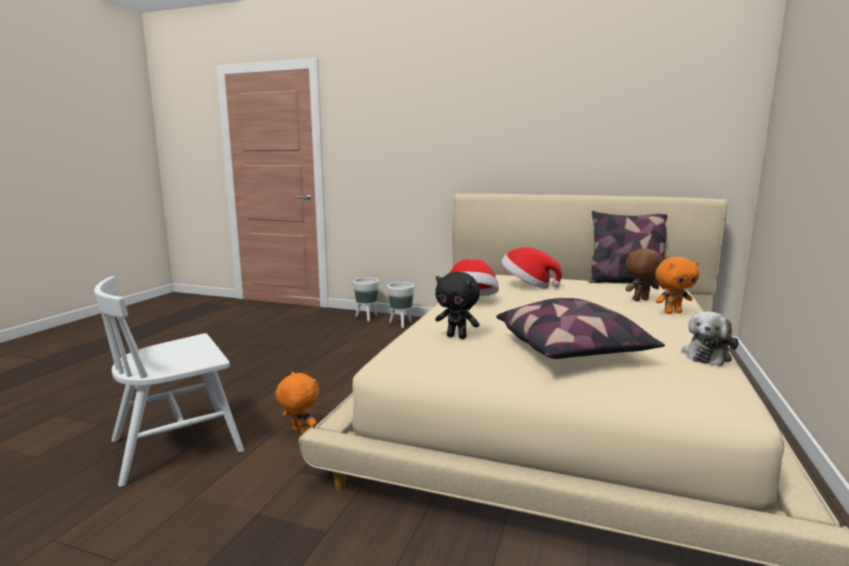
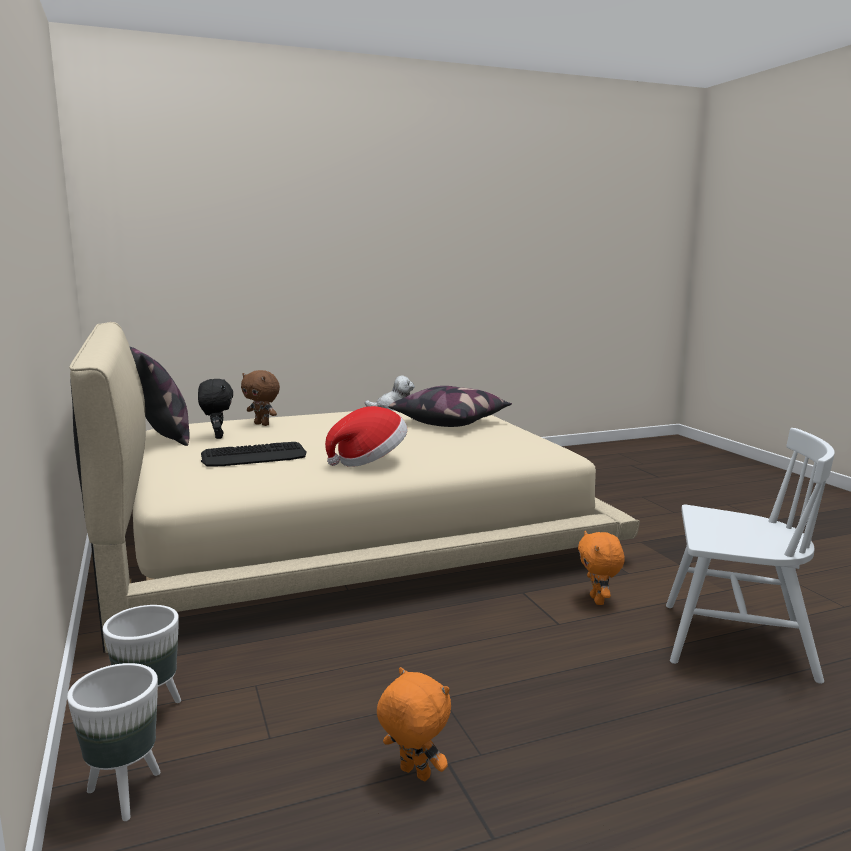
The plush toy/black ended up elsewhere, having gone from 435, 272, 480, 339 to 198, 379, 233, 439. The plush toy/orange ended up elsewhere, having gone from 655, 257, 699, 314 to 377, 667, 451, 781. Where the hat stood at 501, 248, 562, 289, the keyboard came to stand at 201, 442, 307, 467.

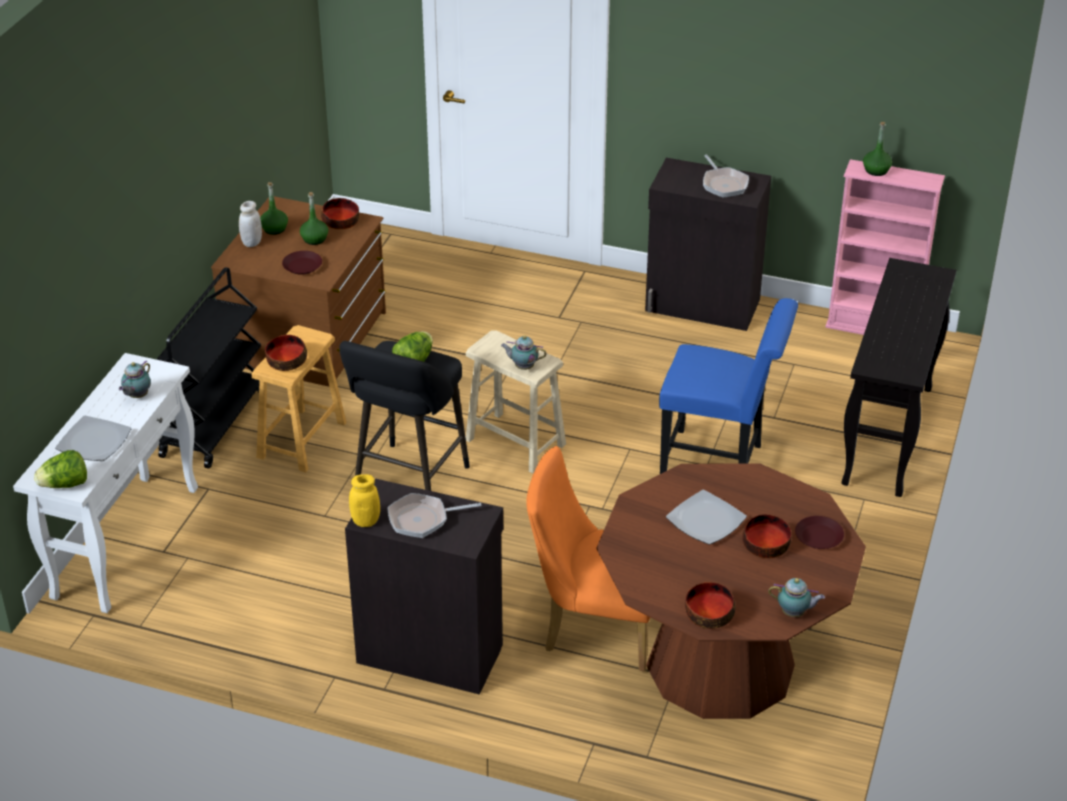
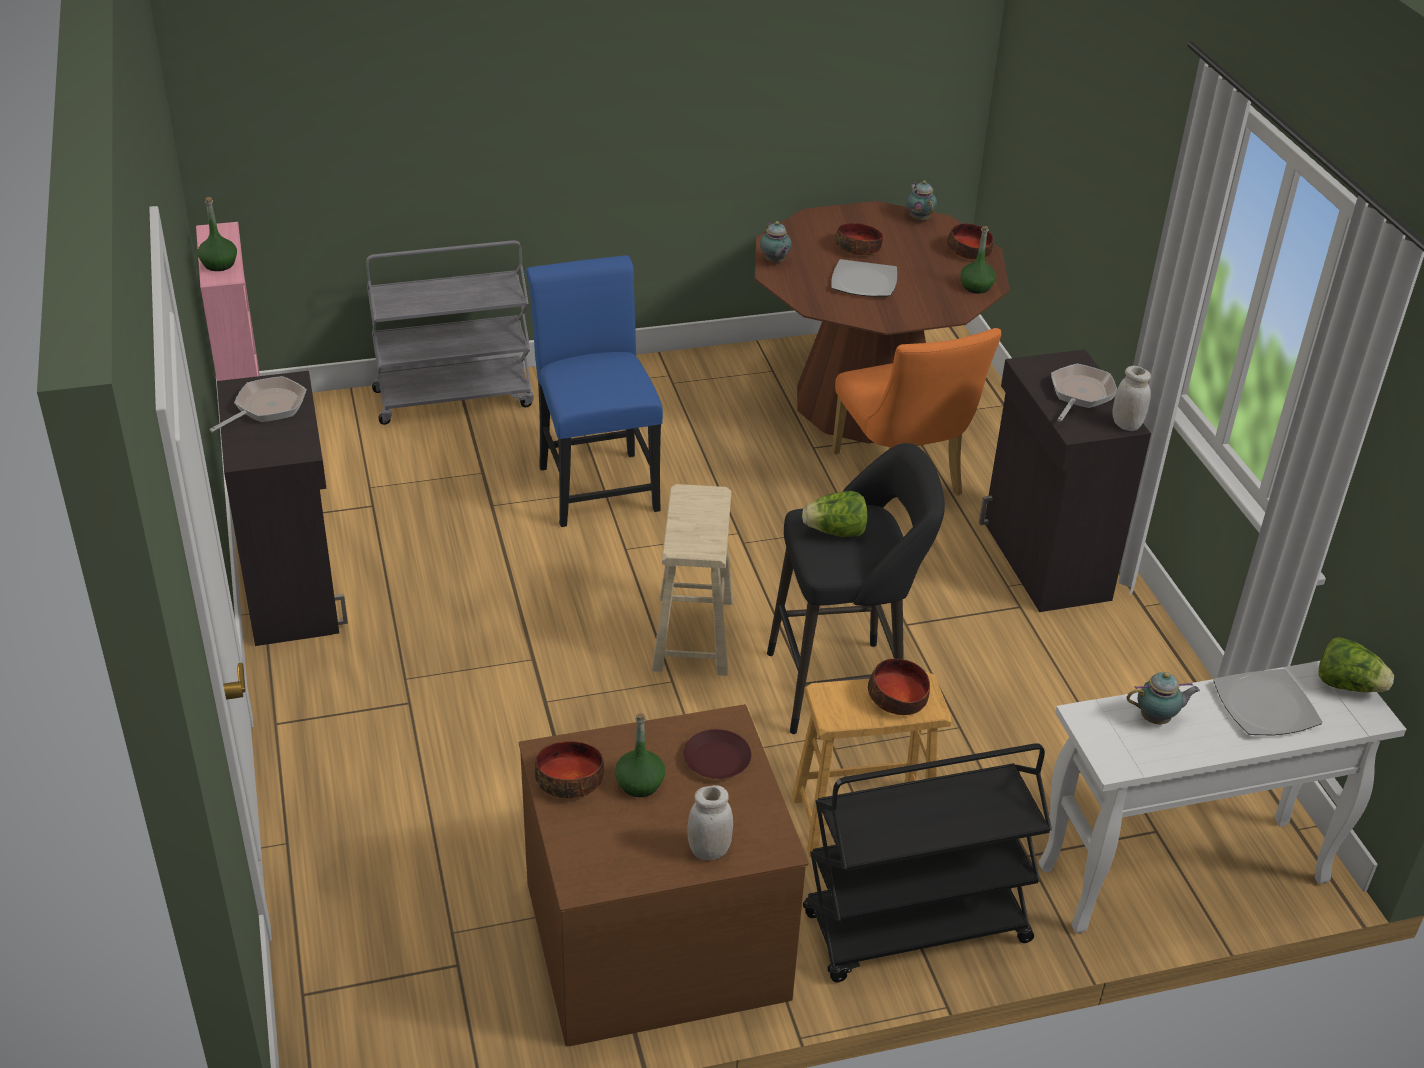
The second view lost the plate/brown at 795, 516, 844, 549. The bottle/green ended up elsewhere, having gone from 260, 182, 288, 235 to 960, 226, 996, 294. The teapot ended up elsewhere, having gone from 501, 335, 546, 370 to 760, 221, 792, 263. Where the console table/black stood at 841, 258, 956, 497, the cart/grey came to stand at 366, 240, 534, 425. What was the jar/yellow at 349, 474, 380, 527 turned into the jar/white at 1112, 366, 1151, 431. The frying pan at 387, 493, 482, 538 ended up facing another way, 105 degrees counterclockwise from before.

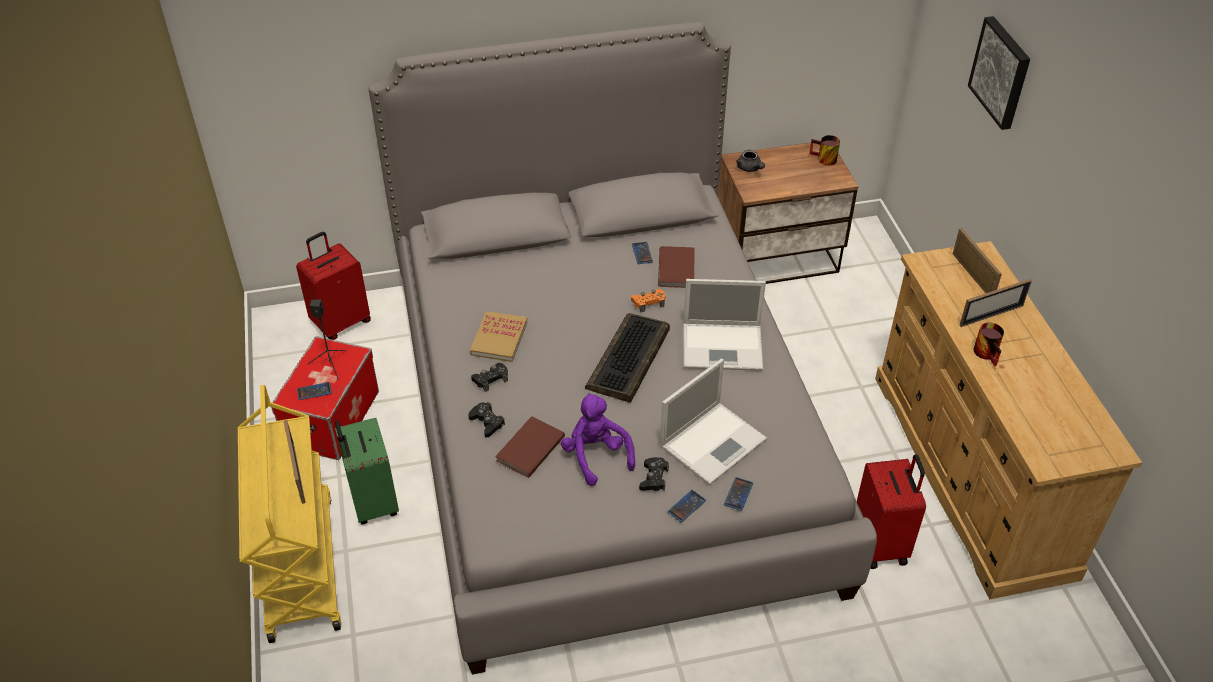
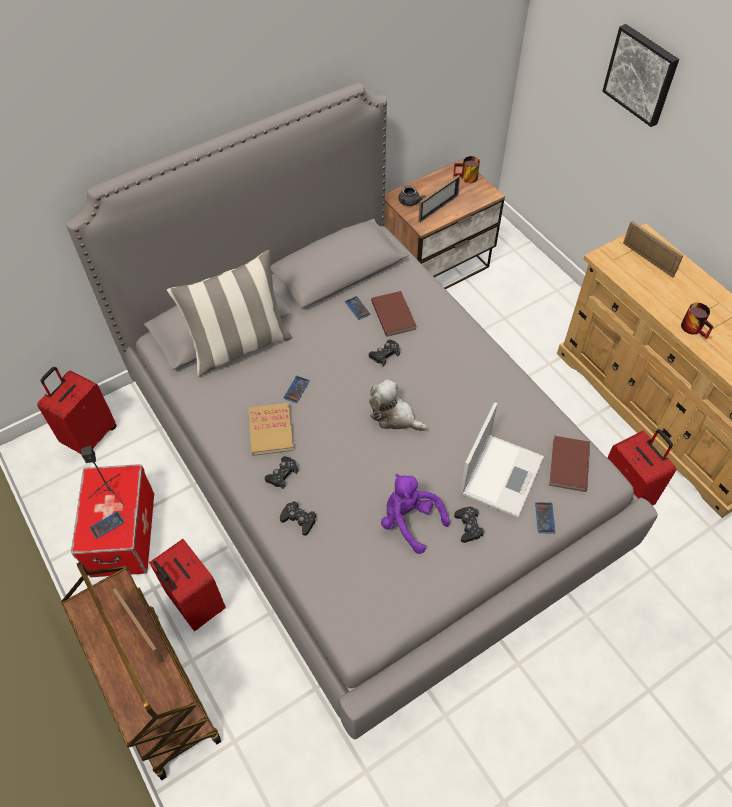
The second view lost the laptop at 683, 279, 766, 371. The second view gained the pillow at 167, 250, 292, 377. The book/brown ended up elsewhere, having gone from 495, 416, 565, 478 to 549, 436, 590, 492. The phone ended up elsewhere, having gone from 667, 490, 706, 522 to 283, 376, 310, 403. The picture frame ended up elsewhere, having gone from 960, 279, 1032, 327 to 418, 175, 460, 223. Where the keyboard stood at 585, 313, 670, 403, the plush toy came to stand at 369, 379, 427, 431. What was the cart/yellow at 238, 385, 341, 643 turned into the cart/brown at 61, 562, 221, 780. What was the suitcase/green at 335, 418, 399, 524 turned into the suitcase/red at 149, 539, 226, 631. What was the game controller/orange at 631, 289, 665, 312 turned into the game controller/black at 369, 340, 400, 366.

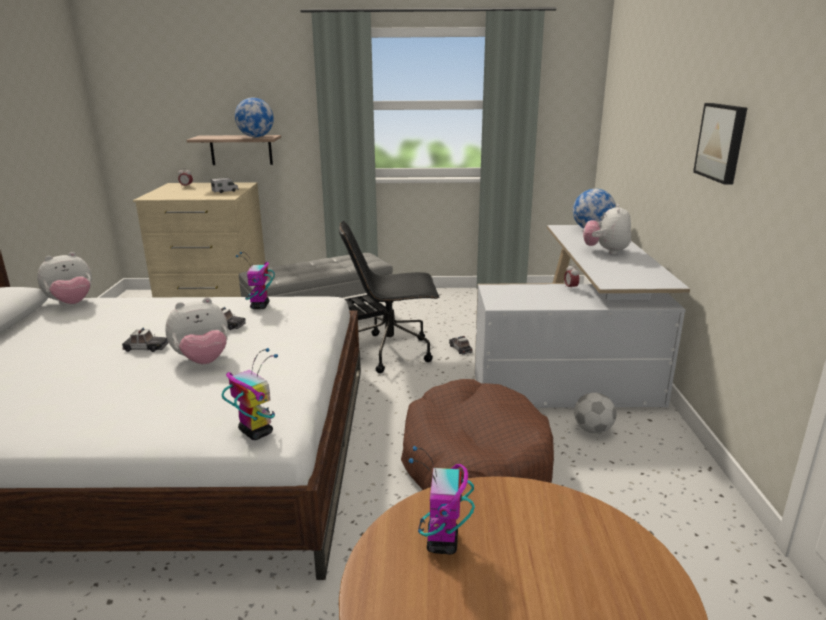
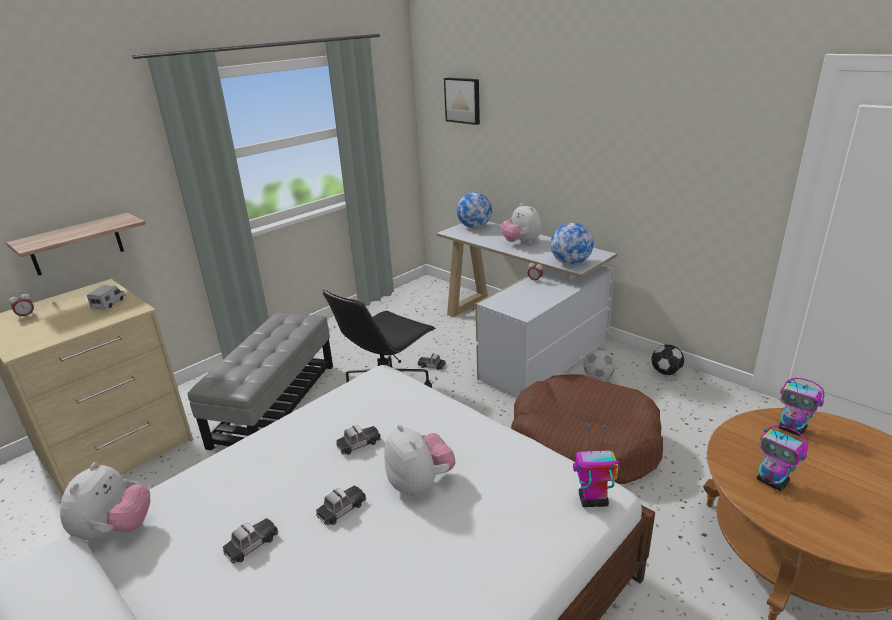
The second view gained the toy car at 223, 518, 278, 563. The second view gained the football at 652, 344, 684, 375. The globe ended up elsewhere, having gone from 235, 97, 274, 137 to 550, 223, 593, 265. The toy robot ended up elsewhere, having gone from 236, 252, 275, 309 to 778, 378, 824, 437. The picture ended up elsewhere, having gone from 693, 103, 747, 185 to 444, 78, 480, 125. The plush toy at 165, 298, 228, 364 ended up facing another way, 45 degrees counterclockwise from before.

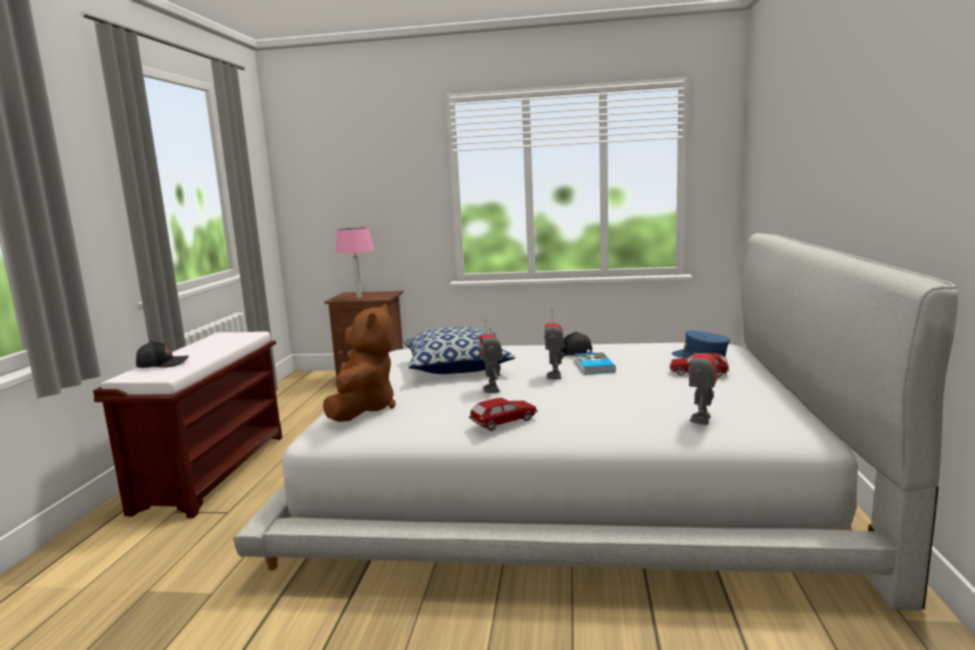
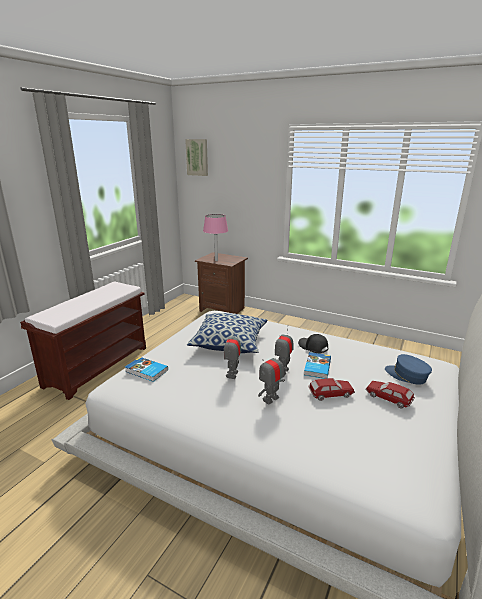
The second view lost the cap/black at 136, 341, 189, 368. The second view gained the picture at 185, 139, 208, 176. The toy car ended up elsewhere, having gone from 469, 398, 538, 431 to 308, 378, 355, 401. The toy robot ended up elsewhere, having gone from 688, 336, 717, 425 to 258, 349, 285, 404. Where the plush toy/brown stood at 323, 304, 396, 422, the book came to stand at 125, 357, 168, 382.

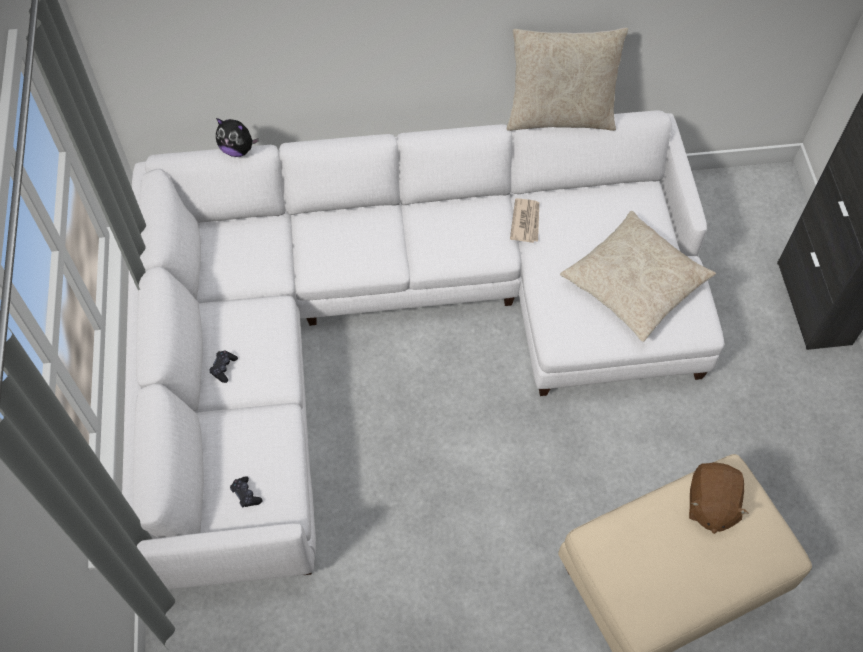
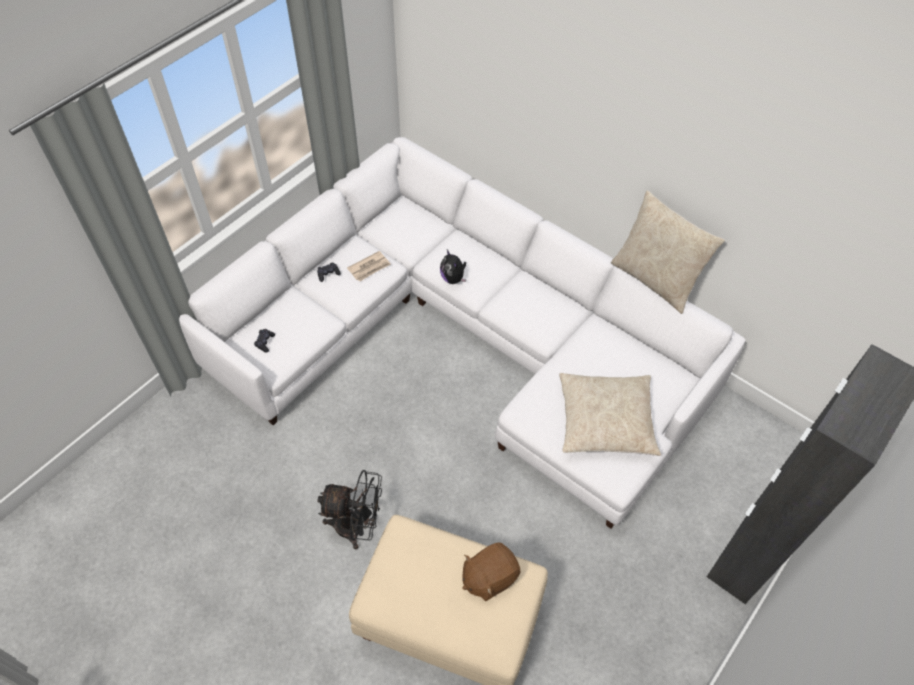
The second view gained the fan/black at 318, 470, 382, 550. The plush toy ended up elsewhere, having gone from 216, 118, 259, 157 to 440, 250, 466, 284. The newspaper ended up elsewhere, having gone from 510, 198, 539, 243 to 347, 251, 391, 281.

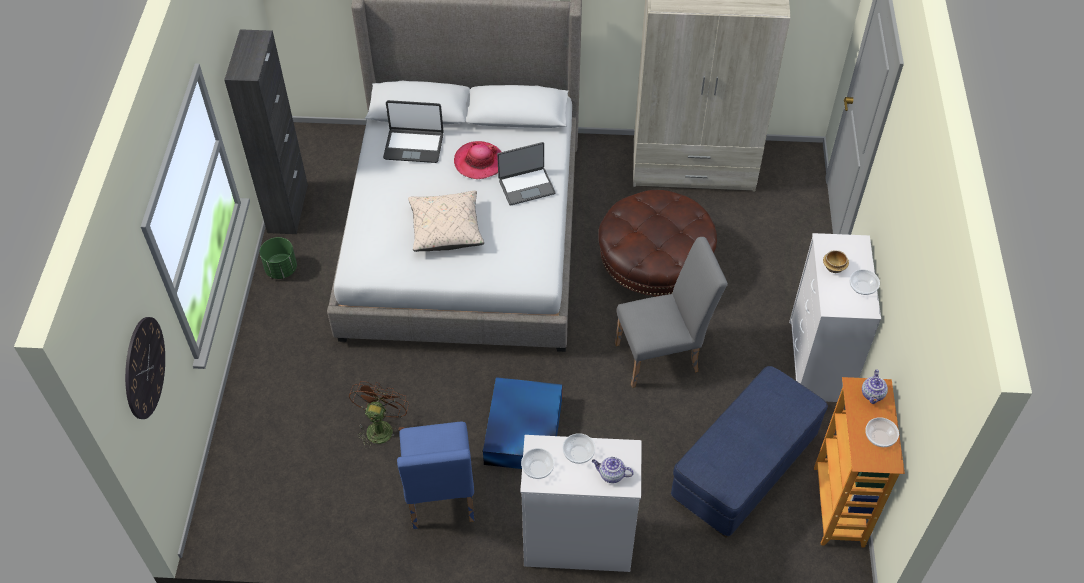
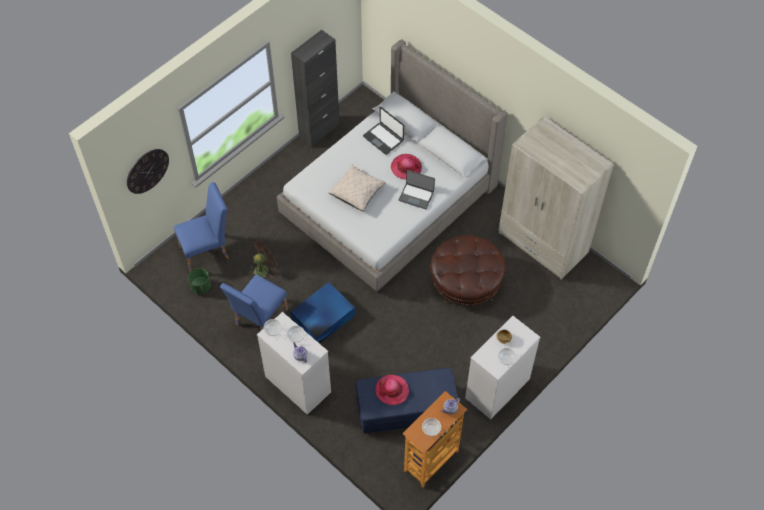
The second view lost the chair/grey at 615, 237, 728, 388. The second view gained the chair/blue at 174, 182, 229, 272. The second view gained the hat at 375, 375, 409, 405. The planter/green ended up elsewhere, having gone from 260, 237, 297, 279 to 188, 268, 211, 295.

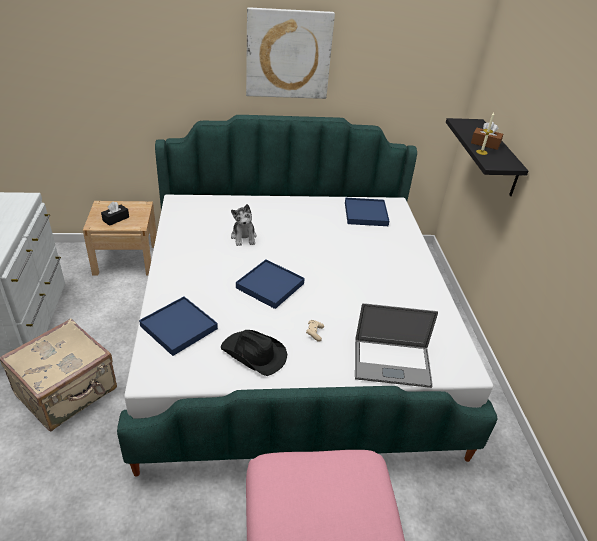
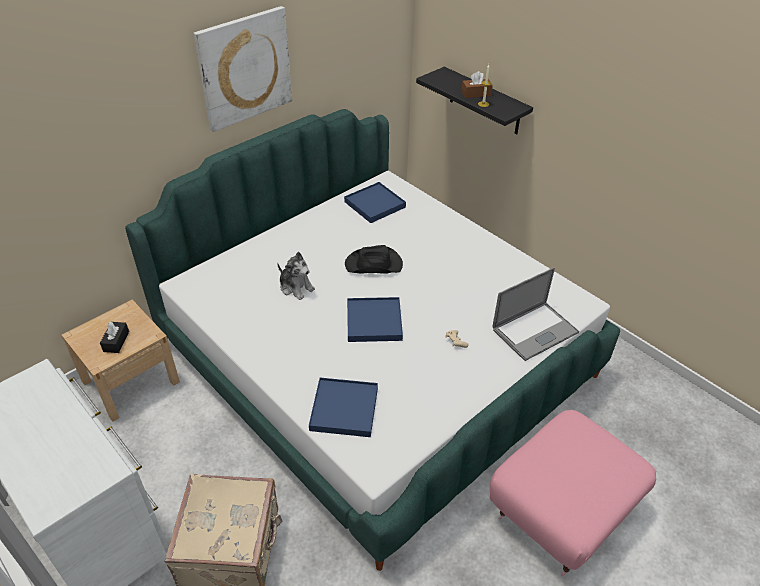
The hat/black ended up elsewhere, having gone from 221, 330, 287, 376 to 345, 245, 403, 274.

